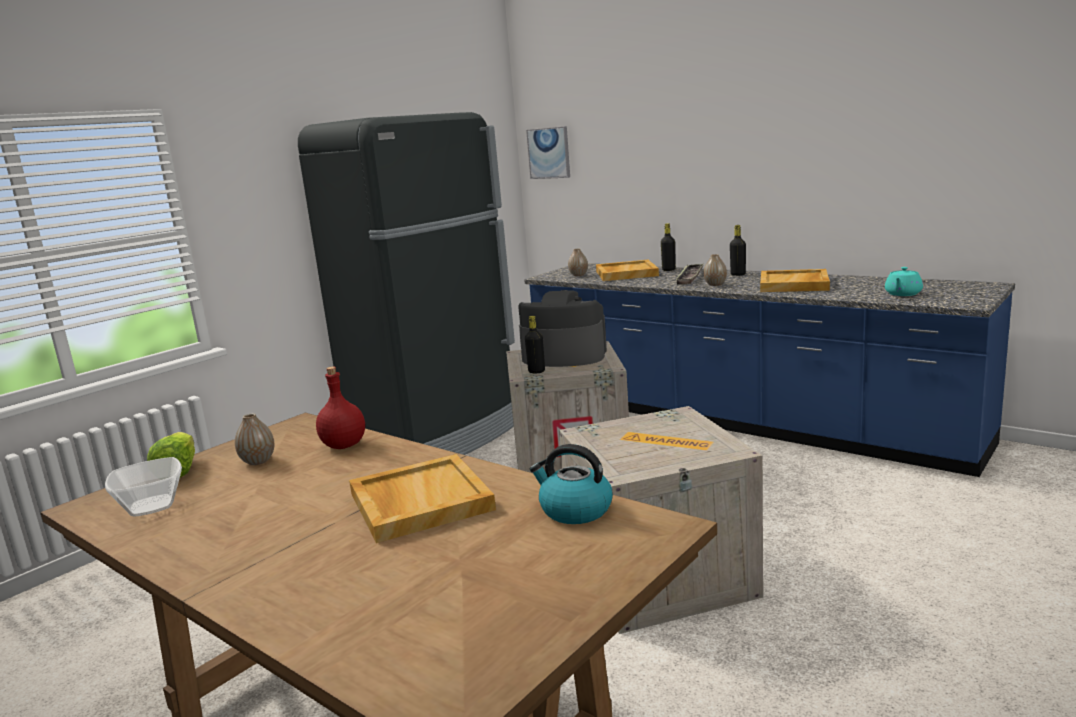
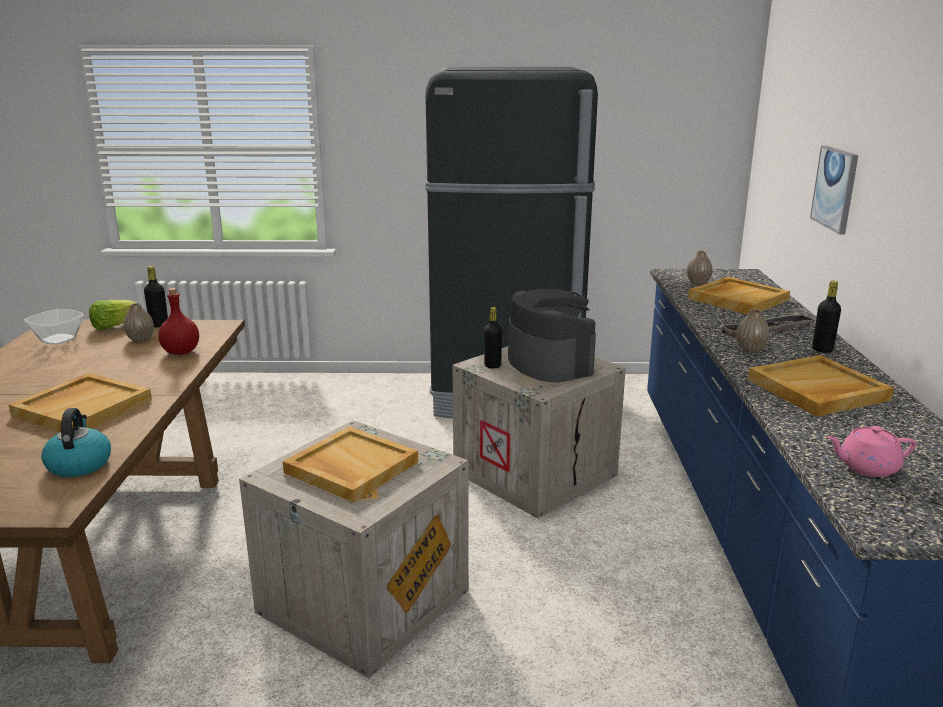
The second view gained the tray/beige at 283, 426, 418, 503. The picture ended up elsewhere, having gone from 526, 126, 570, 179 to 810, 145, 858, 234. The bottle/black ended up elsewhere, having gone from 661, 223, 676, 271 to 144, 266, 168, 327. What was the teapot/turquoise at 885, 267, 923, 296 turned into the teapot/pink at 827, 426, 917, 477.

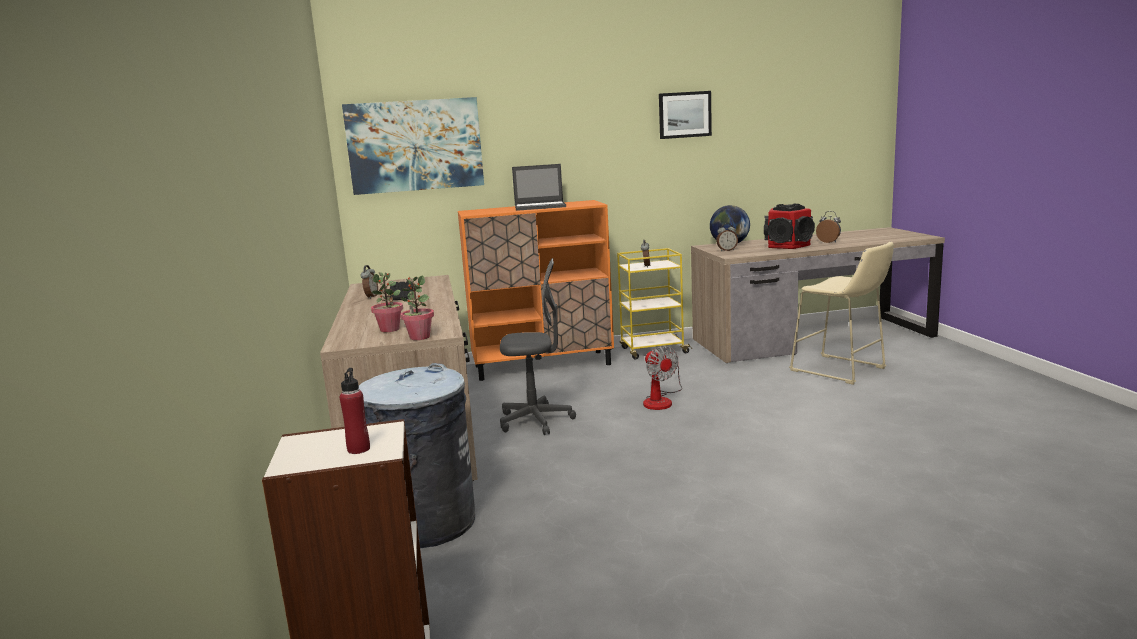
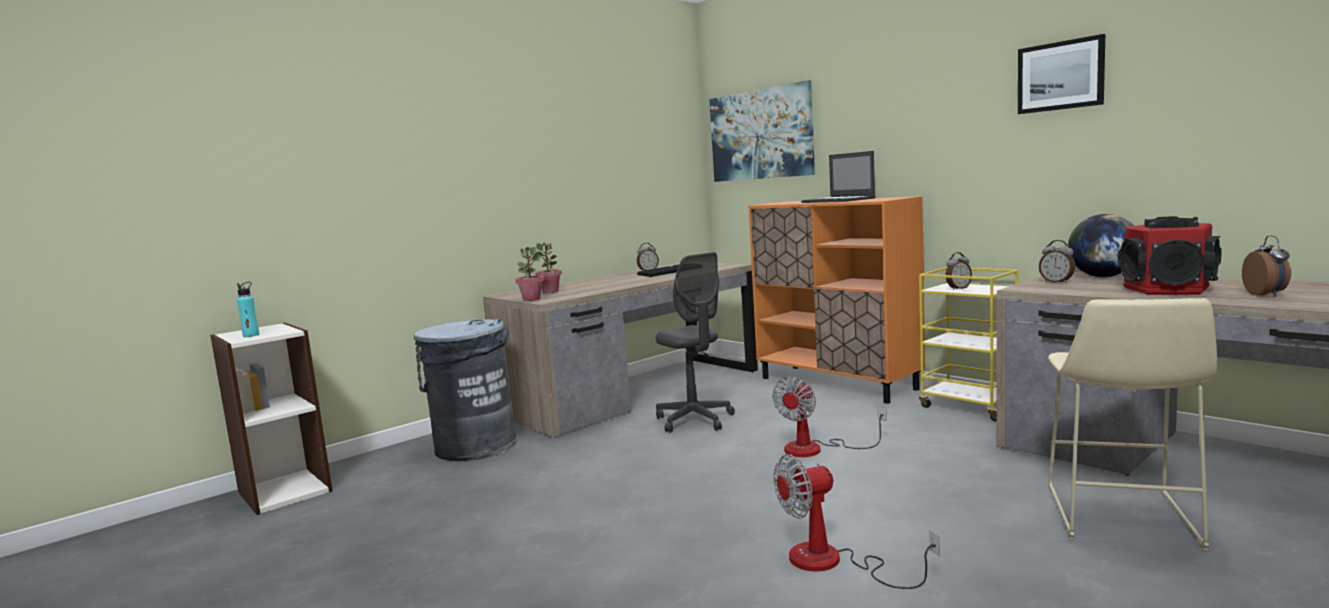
The second view gained the fan at 773, 454, 940, 589. What was the bottle/red at 340, 368, 370, 454 turned into the bottle/turquoise at 237, 282, 259, 337.

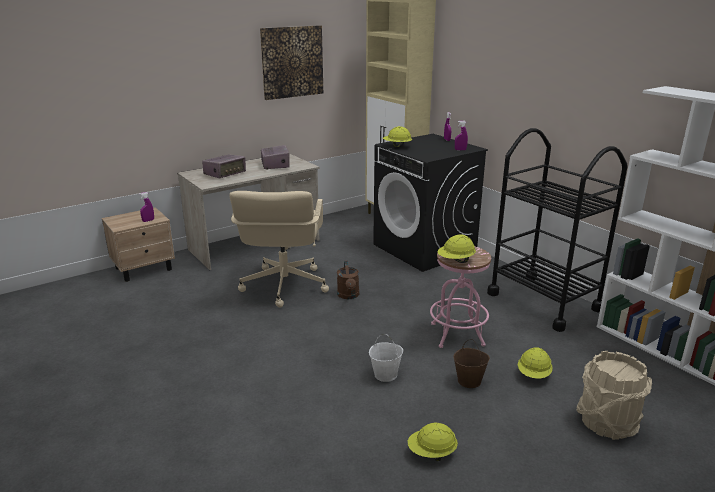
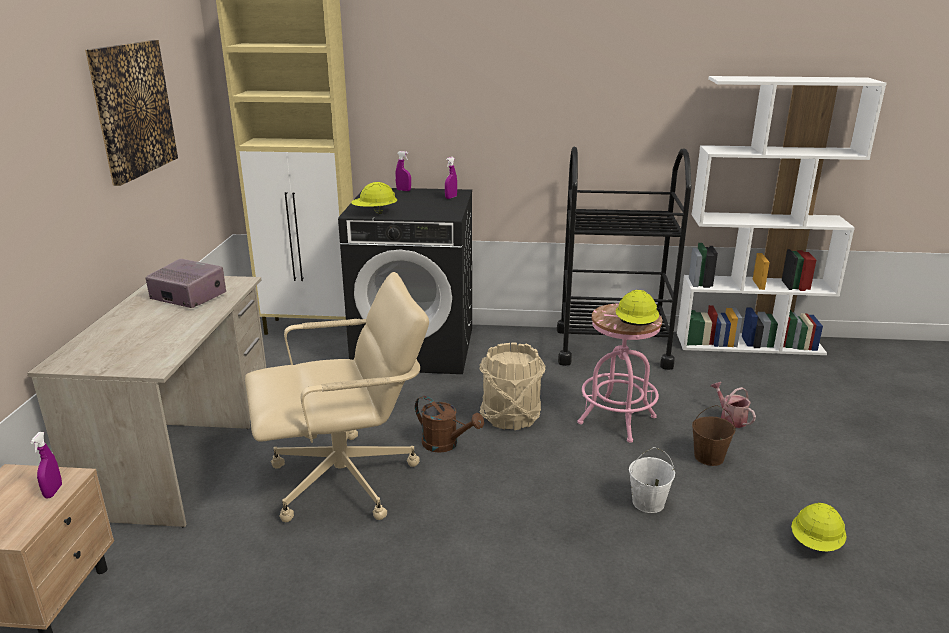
The second view lost the radio at 202, 154, 246, 178. The bucket/beige ended up elsewhere, having gone from 576, 351, 652, 440 to 479, 342, 545, 430. Where the hard hat/yellow stood at 518, 347, 553, 379, the watering can came to stand at 711, 382, 756, 428. The office chair/beige at 230, 191, 329, 307 ended up facing another way, 60 degrees counterclockwise from before.

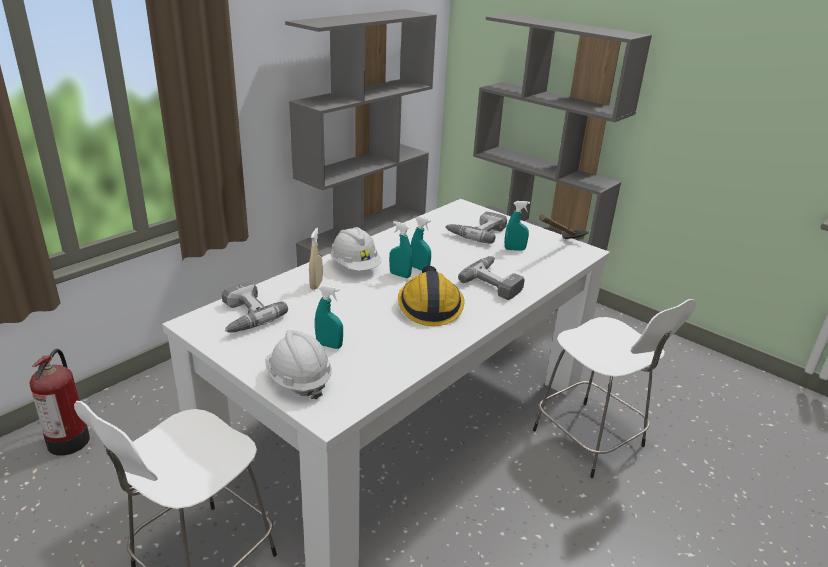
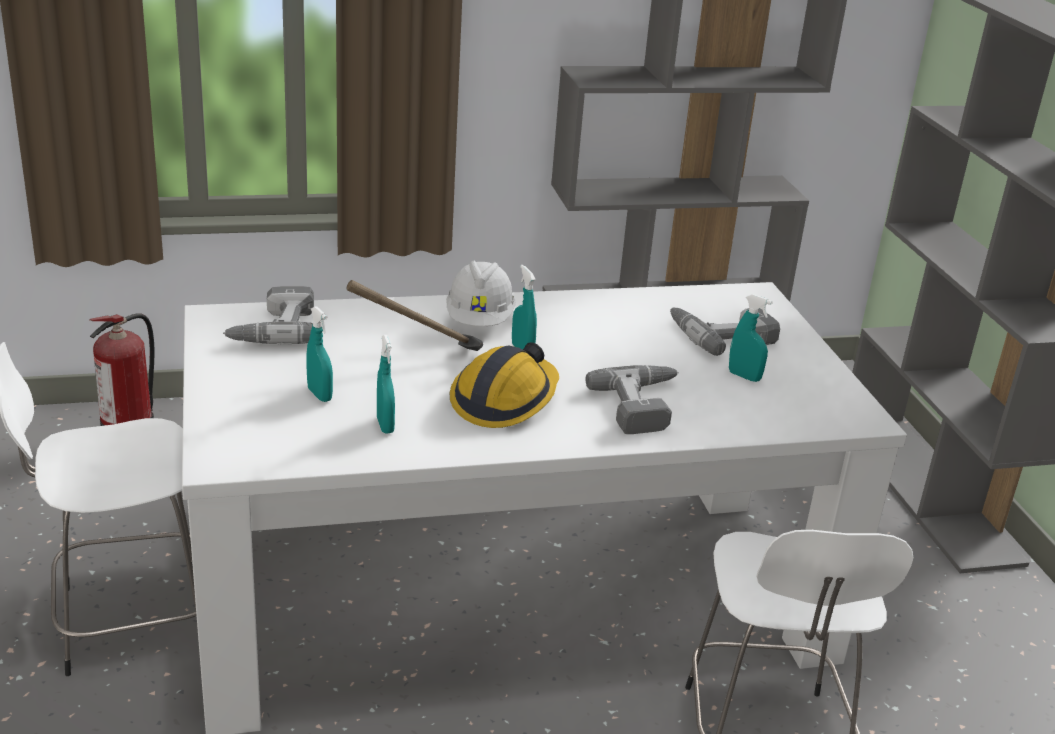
The second view lost the hard hat/white at 265, 330, 332, 399. The second view lost the spray bottle/beige at 309, 227, 323, 290. The spray bottle/turquoise ended up elsewhere, having gone from 411, 216, 431, 271 to 377, 335, 395, 434. The hammer ended up elsewhere, having gone from 539, 214, 588, 239 to 346, 280, 483, 351.

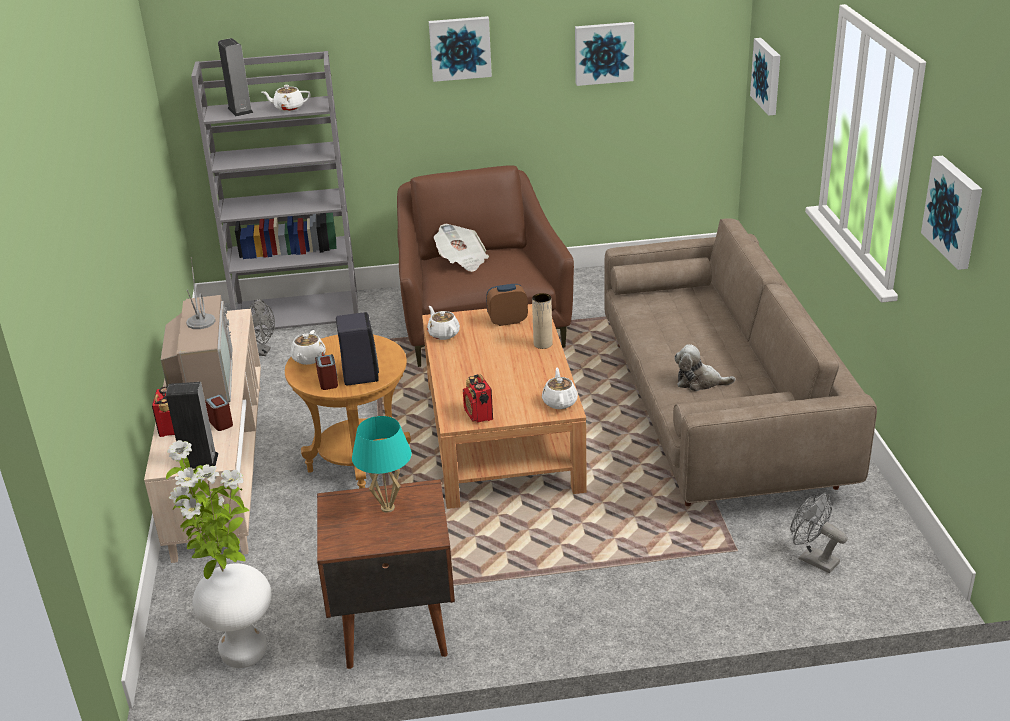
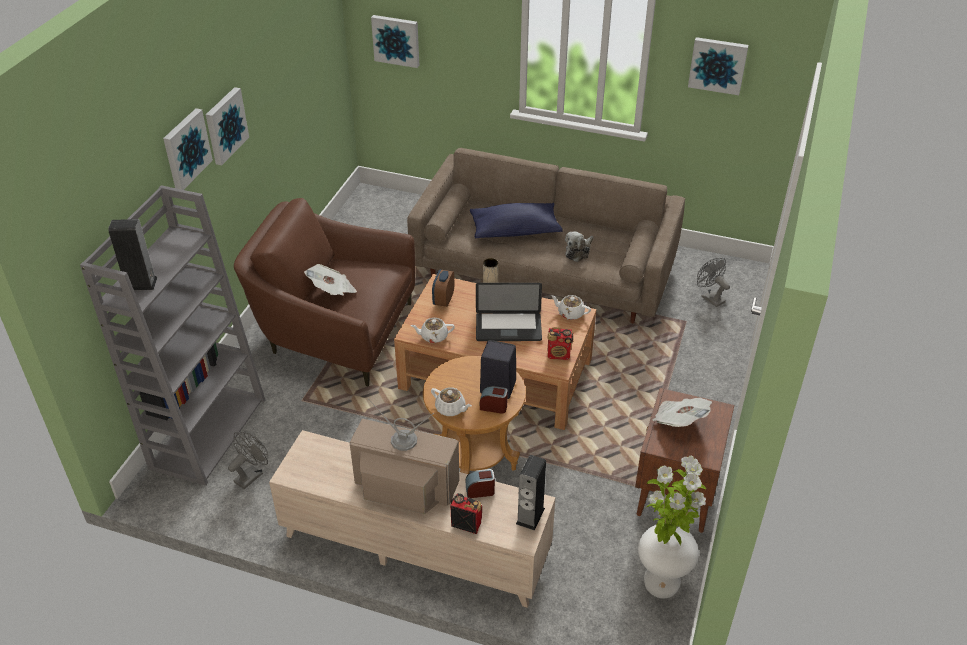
The second view lost the teapot/white at 262, 85, 311, 111. The second view gained the pillow/blue at 470, 203, 563, 238. The second view gained the laptop at 476, 283, 542, 341. The picture ended up elsewhere, having gone from 575, 22, 634, 86 to 163, 108, 213, 190. Where the table lamp/turquoise stood at 352, 416, 412, 513, the newspaper came to stand at 652, 398, 712, 427. The fan/grey at 790, 493, 848, 573 ended up facing another way, 75 degrees clockwise from before.

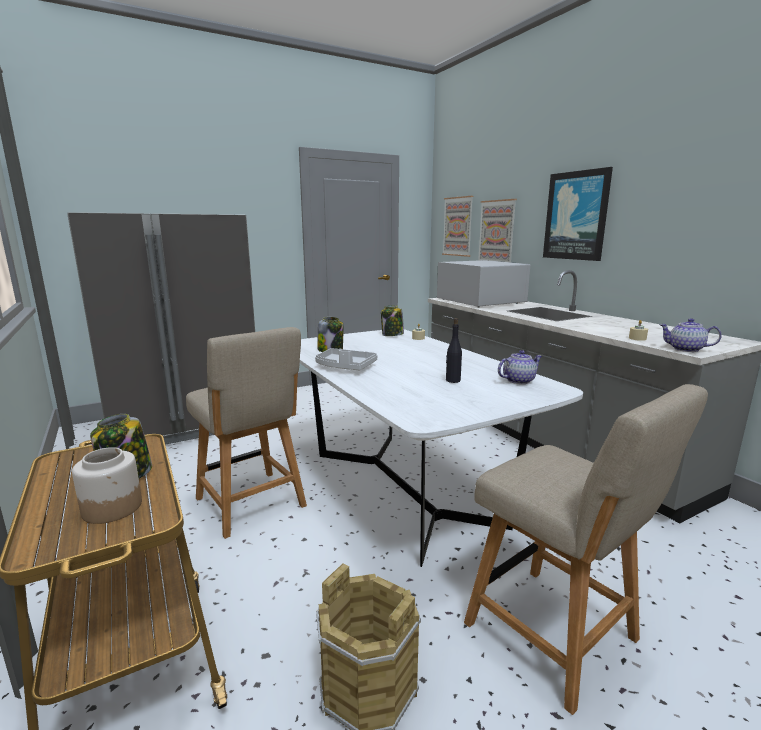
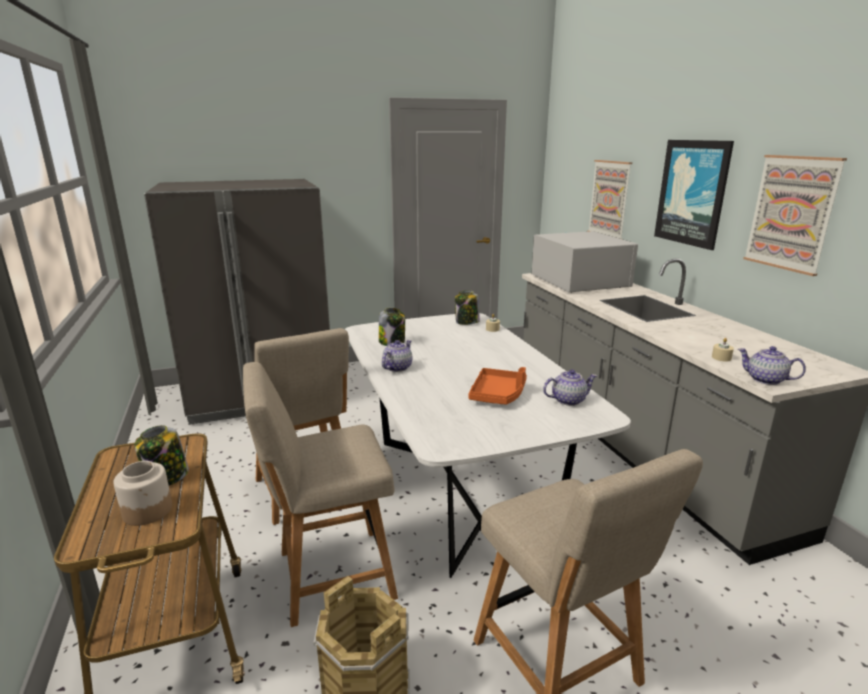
The second view gained the chair/beige at 243, 362, 398, 627. The picture ended up elsewhere, having gone from 442, 196, 474, 257 to 743, 155, 847, 276. Where the tray/grey stood at 315, 348, 377, 371, the teapot came to stand at 382, 340, 412, 372. Where the bottle/black stood at 446, 318, 462, 383, the tray/orange came to stand at 469, 367, 527, 405.

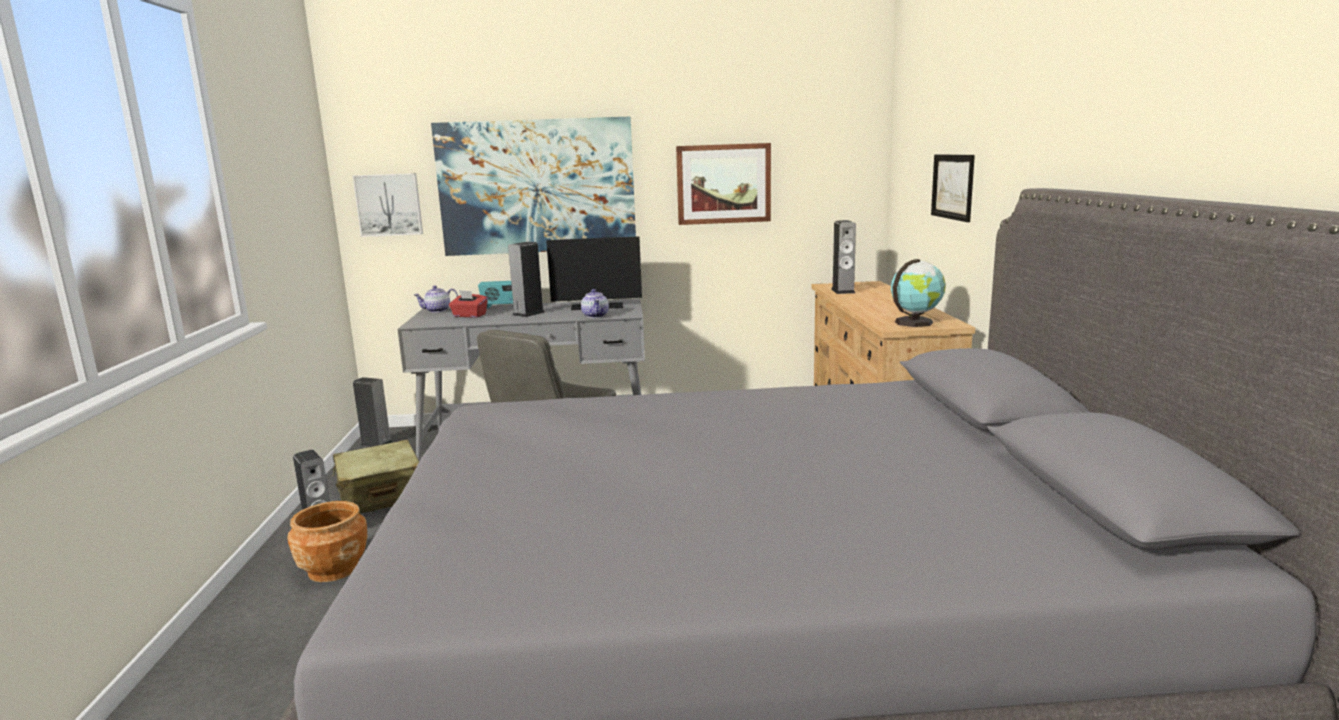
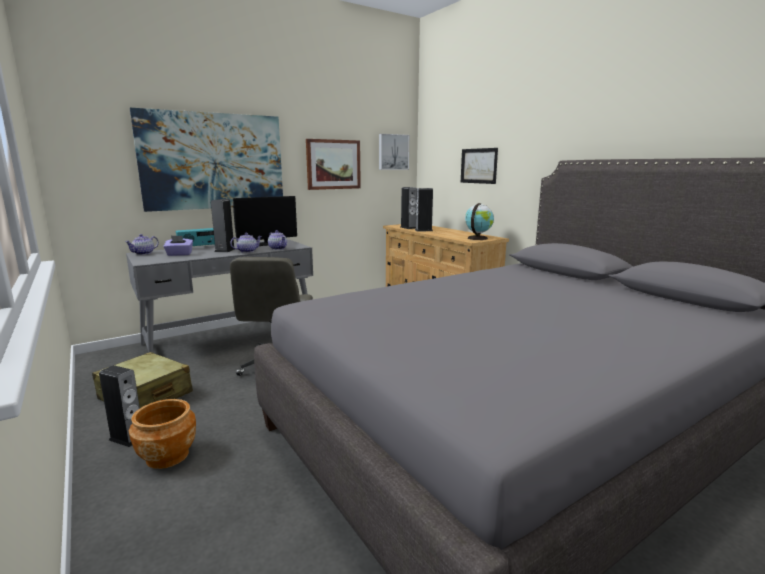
The second view gained the teapot at 230, 233, 262, 253. The picture ended up elsewhere, having gone from 353, 173, 423, 237 to 379, 134, 409, 170. The speaker ended up elsewhere, having gone from 353, 377, 393, 447 to 415, 188, 433, 232. What was the tissue box/red at 449, 290, 488, 318 turned into the tissue box/purple at 163, 236, 193, 256.

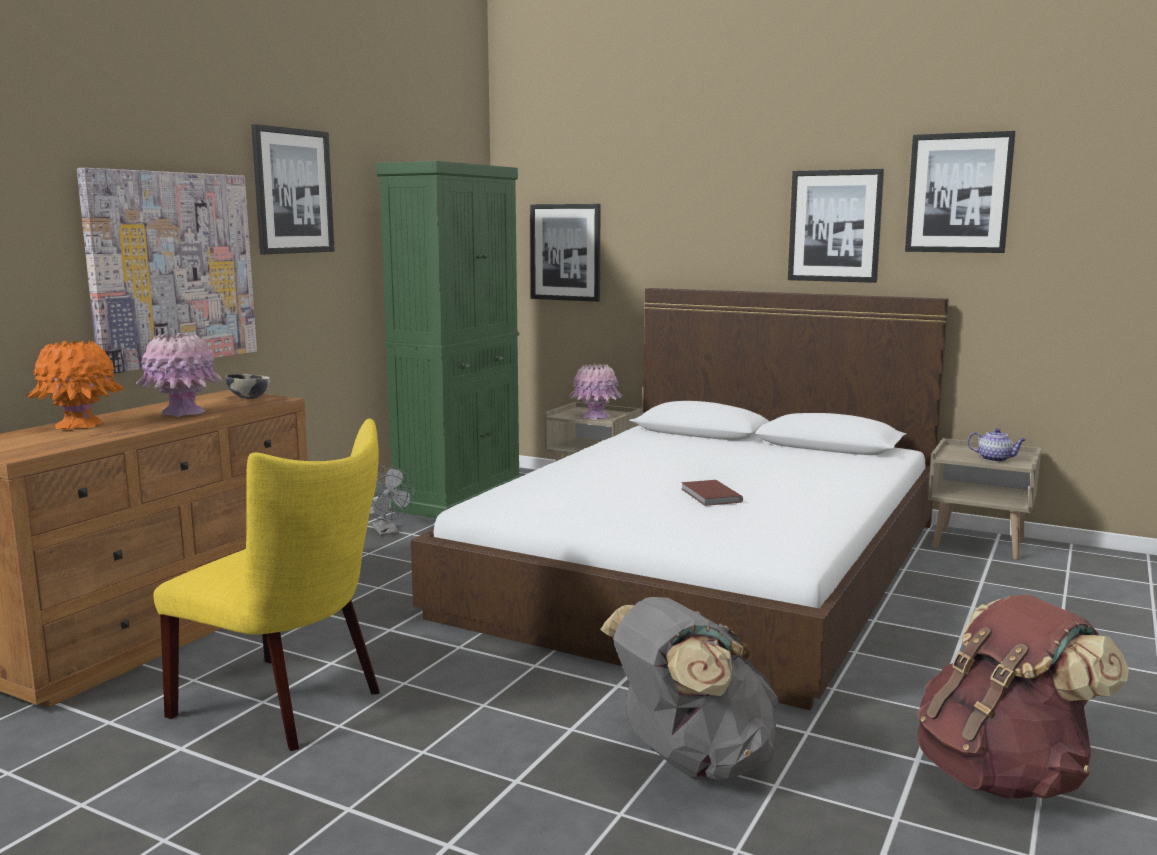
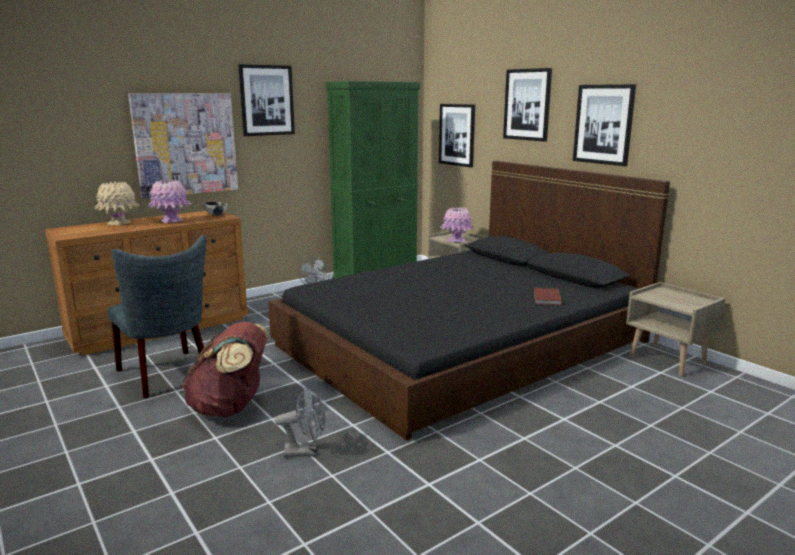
The second view lost the teapot at 967, 428, 1026, 462. The book/brown ended up elsewhere, having gone from 681, 480, 743, 506 to 534, 288, 562, 305. The picture ended up elsewhere, having gone from 905, 131, 1016, 253 to 503, 68, 552, 142. The backpack/brown ended up elsewhere, having gone from 917, 594, 1129, 799 to 181, 322, 268, 417. Where the backpack/grey stood at 601, 597, 779, 781, the fan/grey came to stand at 275, 387, 325, 457. What was the vase/orange at 27, 340, 124, 430 turned into the vase/beige at 94, 181, 141, 225. What was the chair/yellow at 154, 419, 380, 751 turned into the chair/grey at 107, 235, 206, 398. What was the bed/white at 411, 288, 949, 710 turned into the bed/black at 268, 161, 670, 440.

